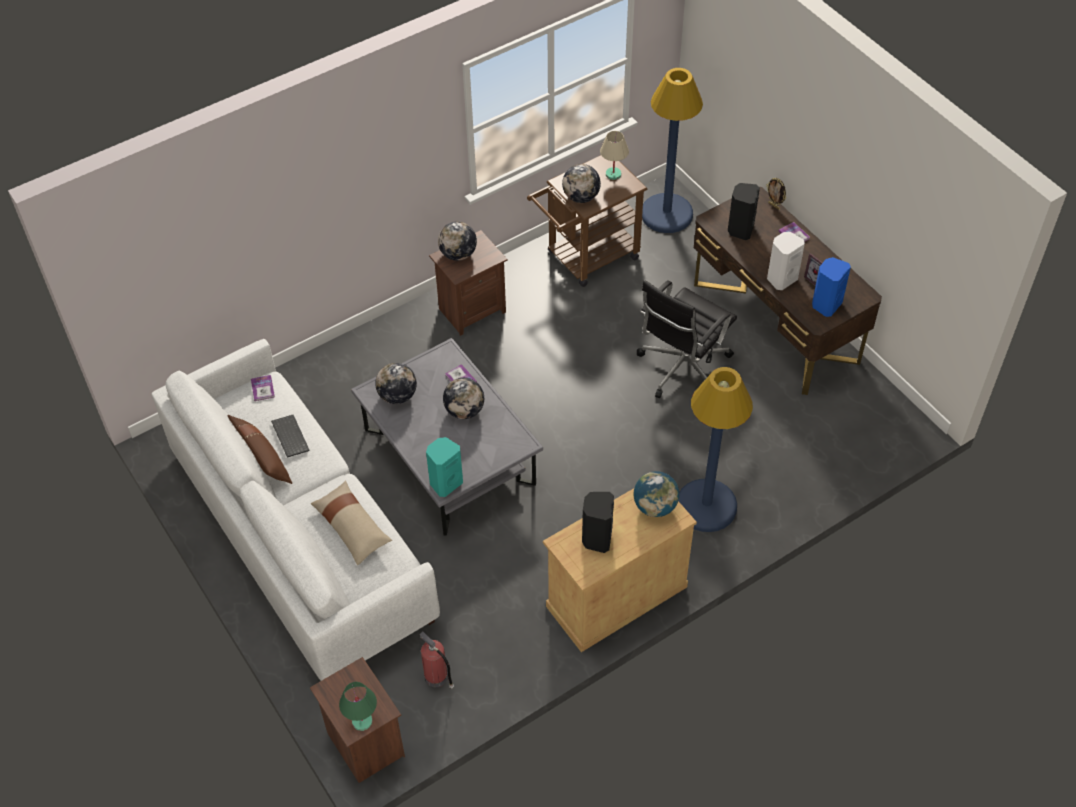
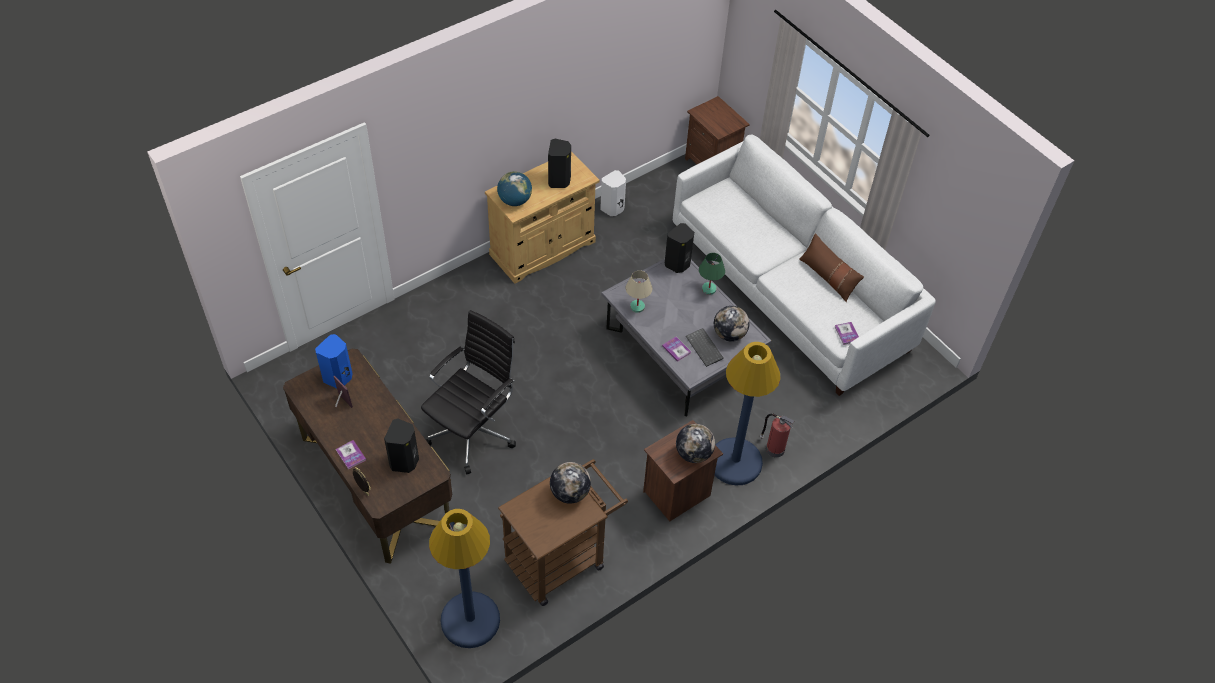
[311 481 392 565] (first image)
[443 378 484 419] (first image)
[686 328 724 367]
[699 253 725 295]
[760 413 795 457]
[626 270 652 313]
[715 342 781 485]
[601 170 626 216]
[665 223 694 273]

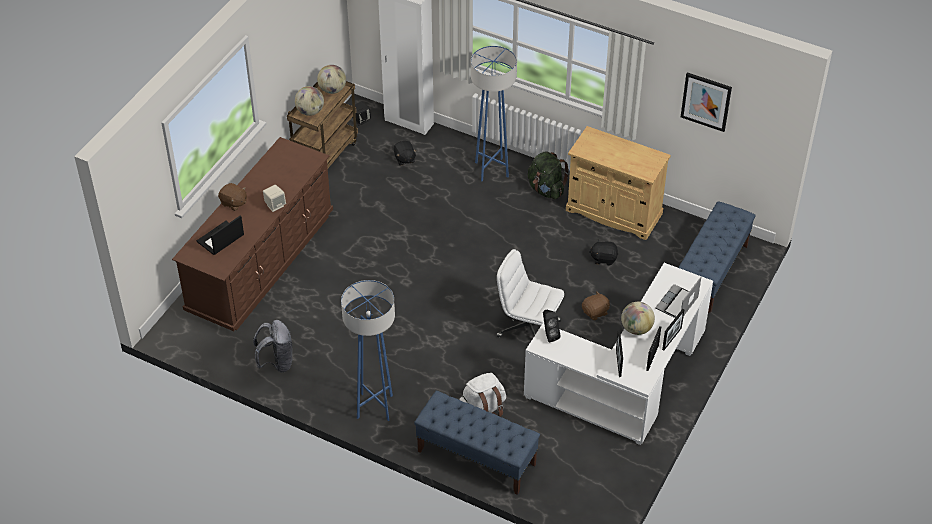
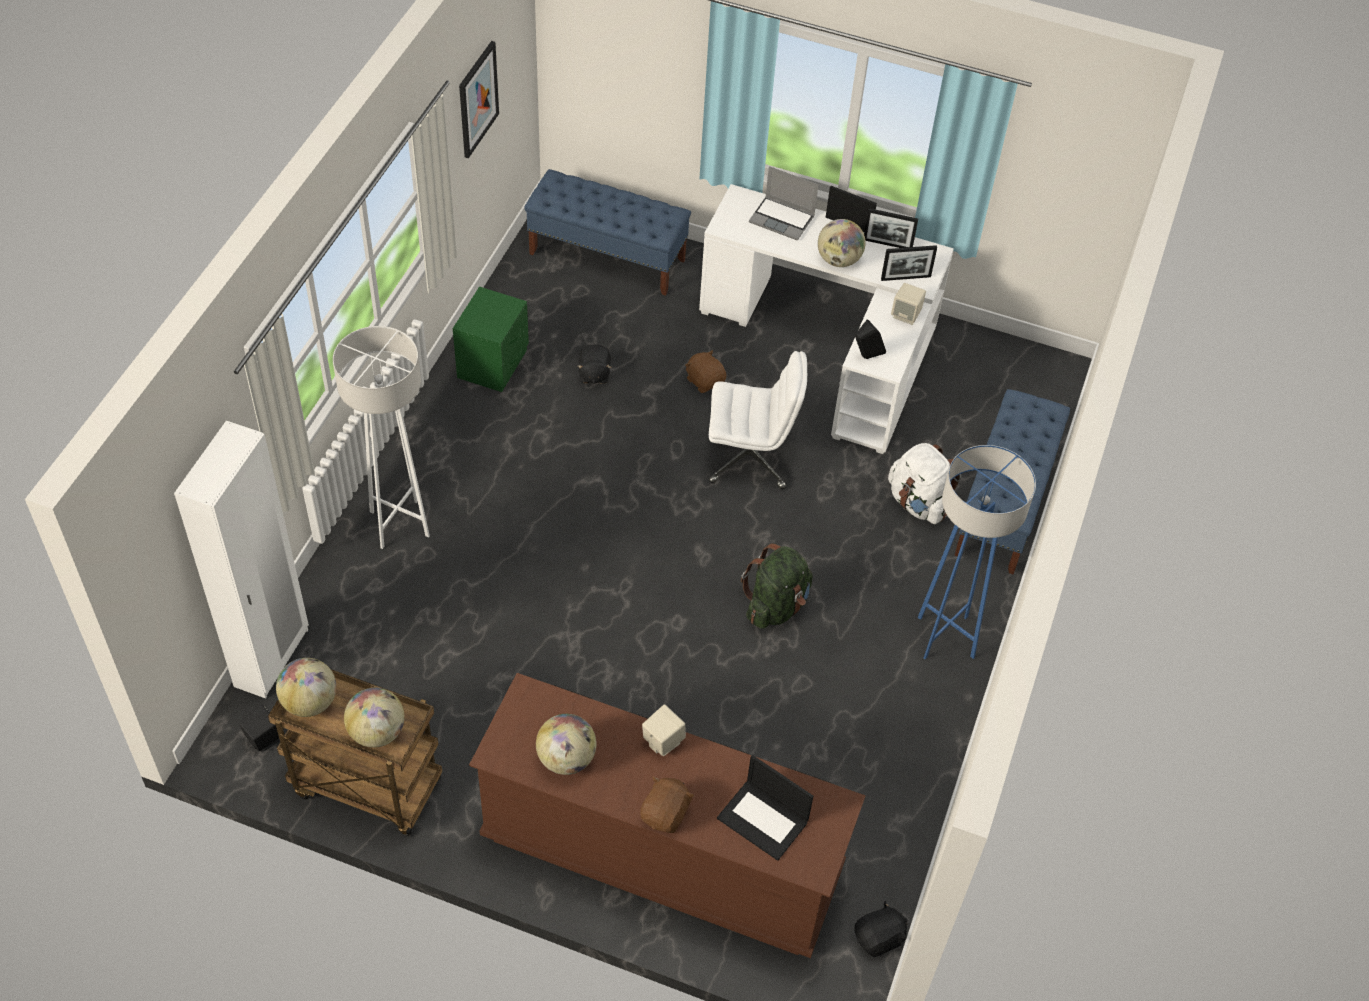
[253 320 292 373] (first image)
[536 714 596 775]
[891 283 926 325]
[854 901 908 957]
[741 543 813 629]
[453 287 529 392]
[333 326 430 549]
[709 351 807 489]

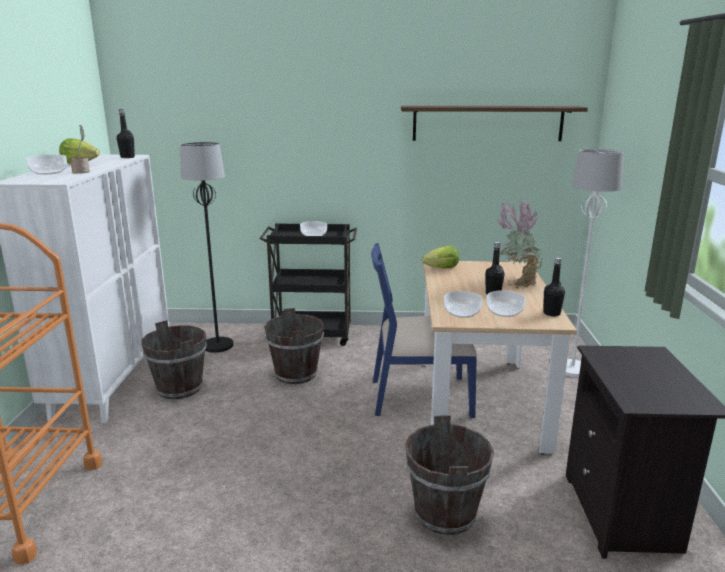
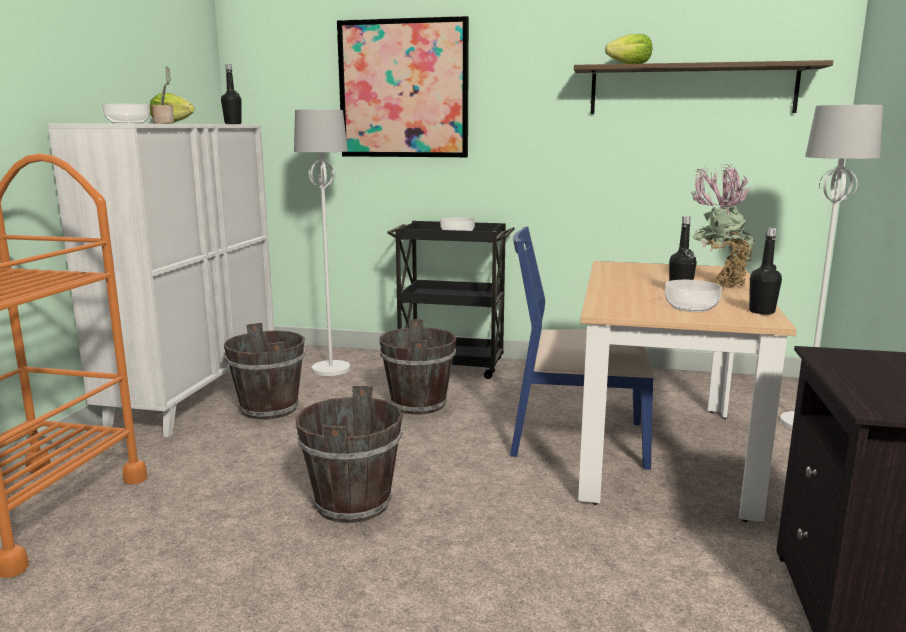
[444 291 483 318] (first image)
[337 16 469 157]
[295 386 403 523]
[605 34 652 64]
[294 109 350 376]

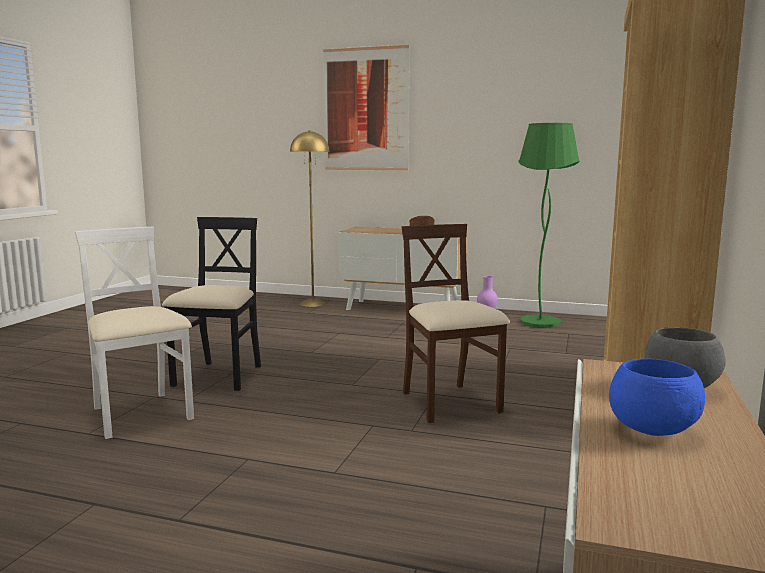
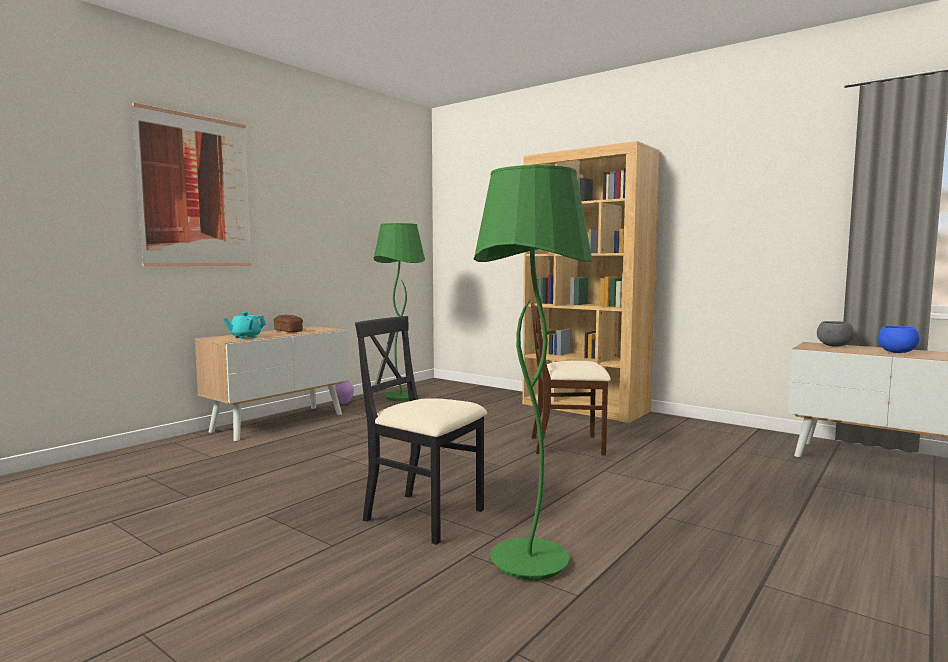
[290 130 329 307] (first image)
[223 312 266 339]
[474 165 592 580]

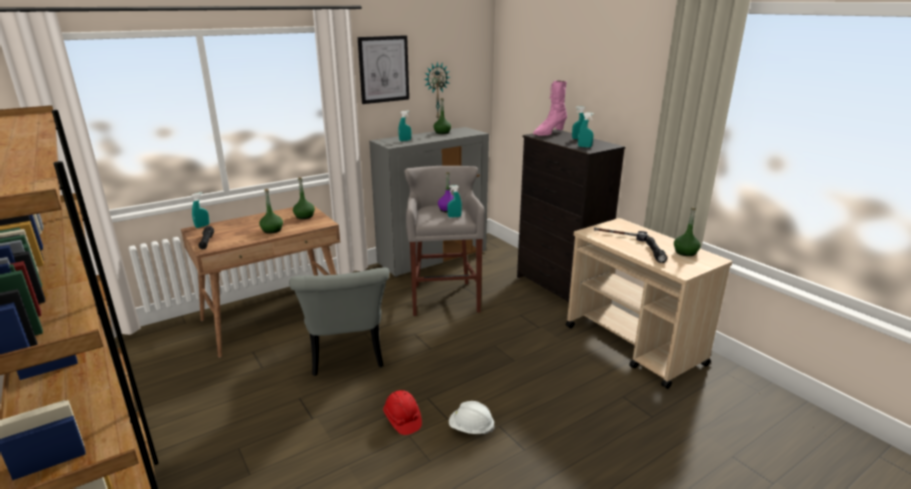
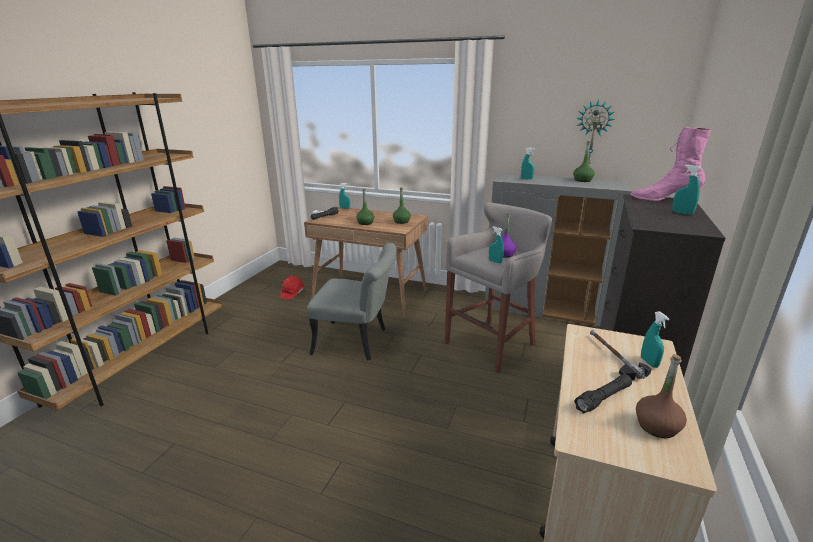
[358 35 409 104] (first image)
[449 401 495 434] (first image)
[280 276 304 300]
[641 311 669 368]
[636 354 687 438]
[307 243 397 360]

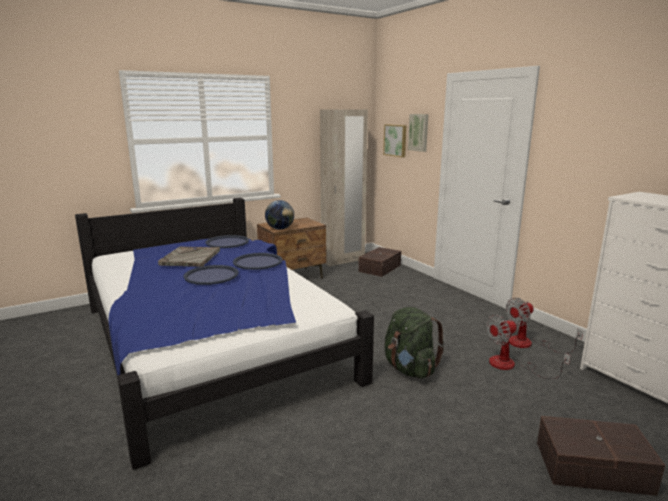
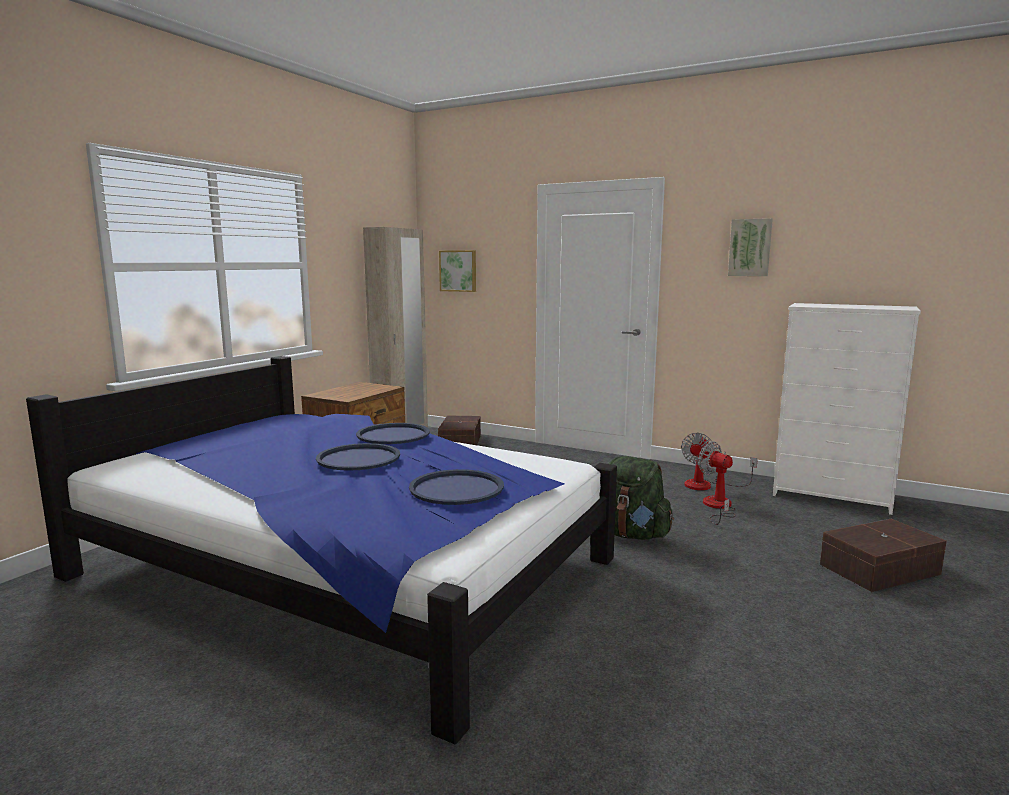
[158 246 220 267] (first image)
[265 200 294 230] (first image)
[409 469 504 505]
[728 218 773 276]
[698 441 736 525]

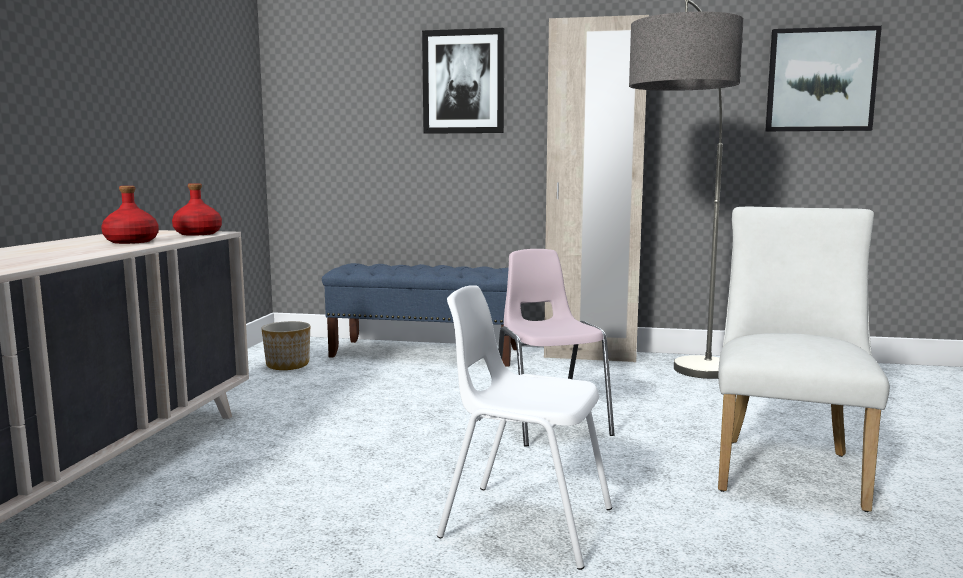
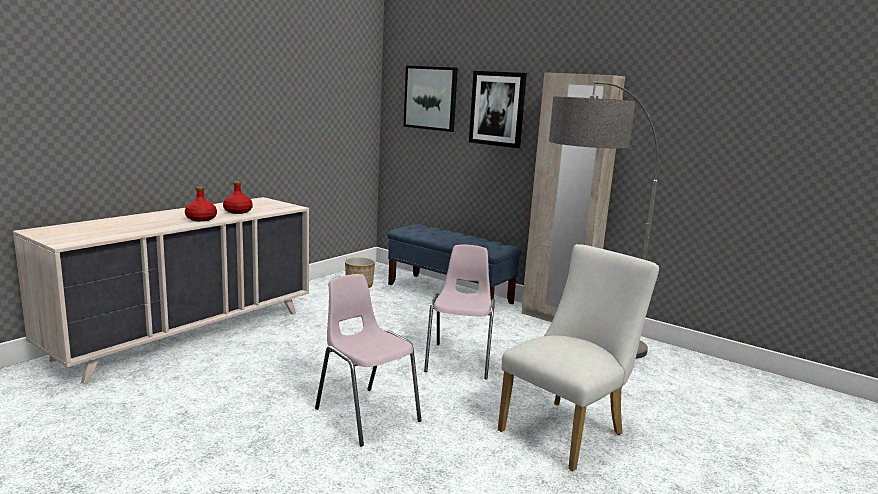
[185 187 217 221]
[403 66 458 132]
[315 274 422 446]

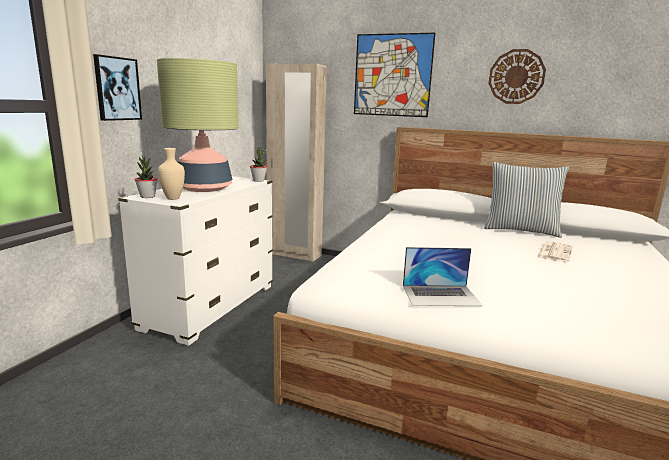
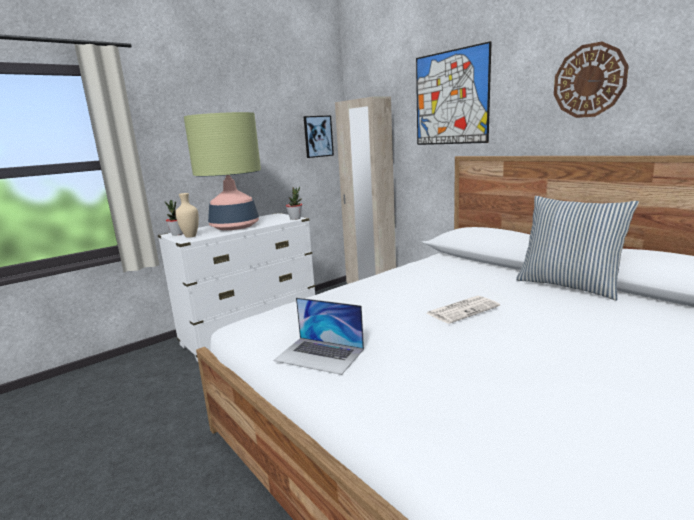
[303 115 334 158]
[427 296 500 324]

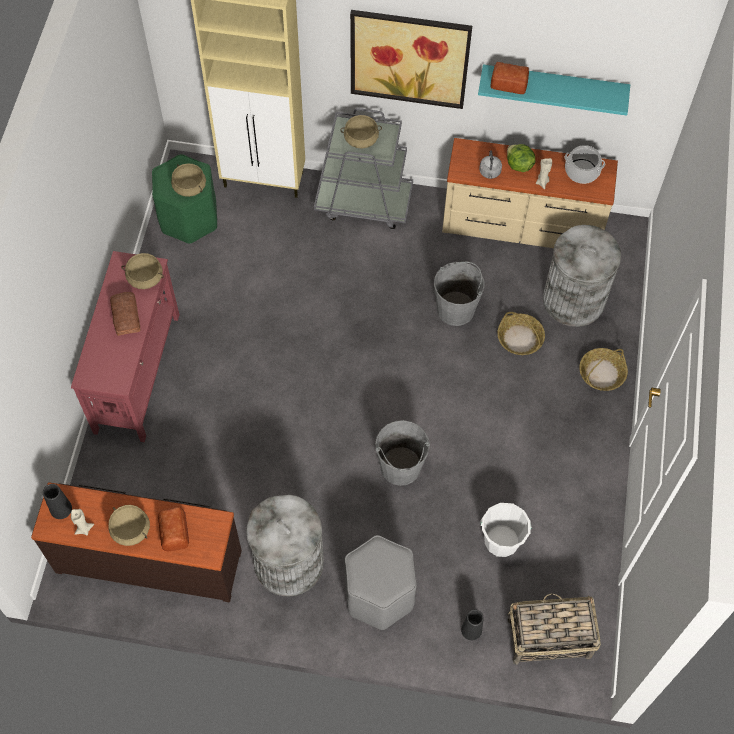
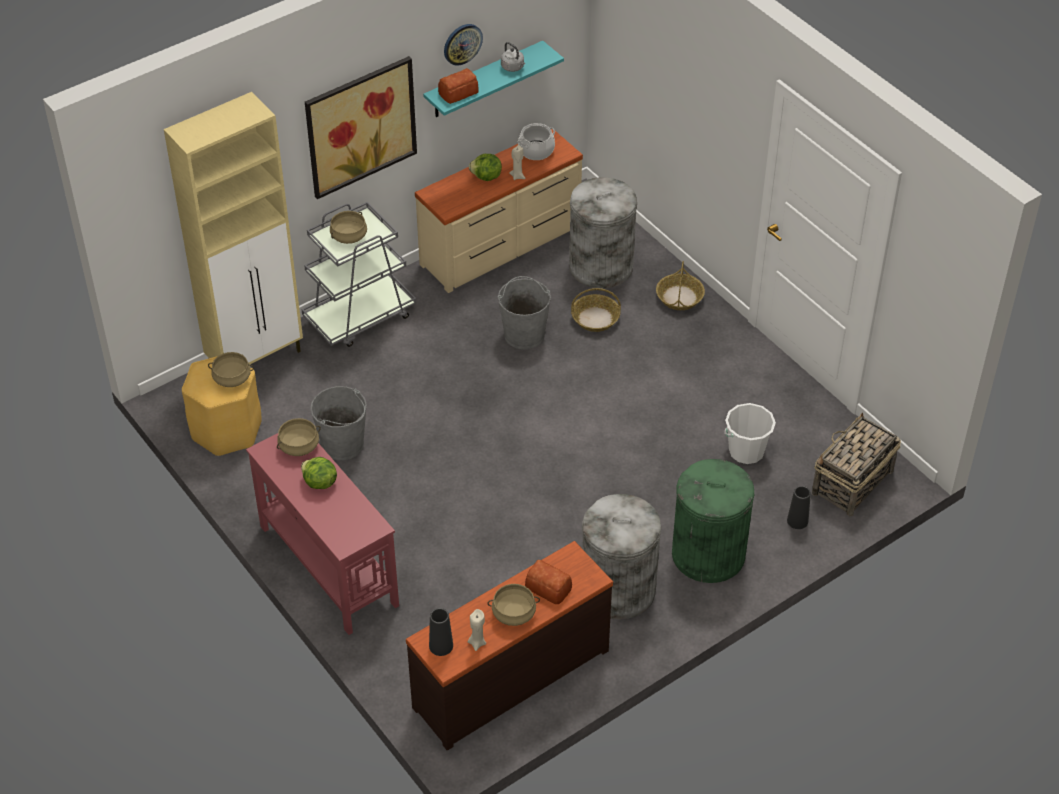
[444 24 483 65]
[311 386 367 460]
[501 42 525 72]
[301 457 337 489]
[672 459 754 583]
[182 356 262 456]

